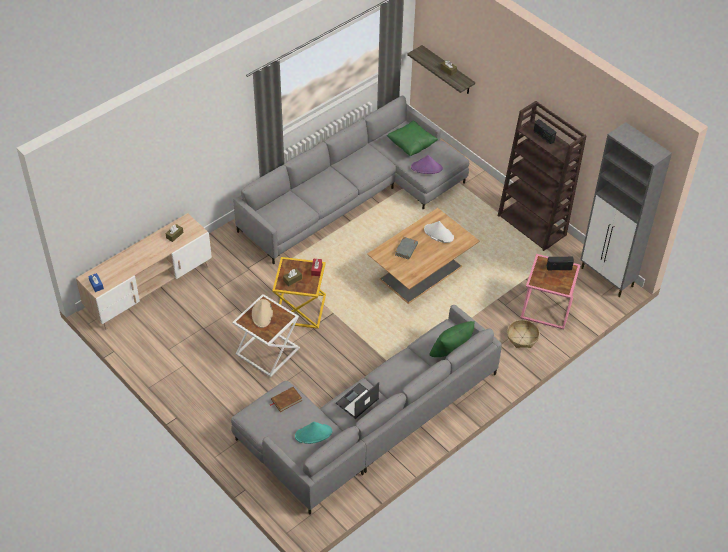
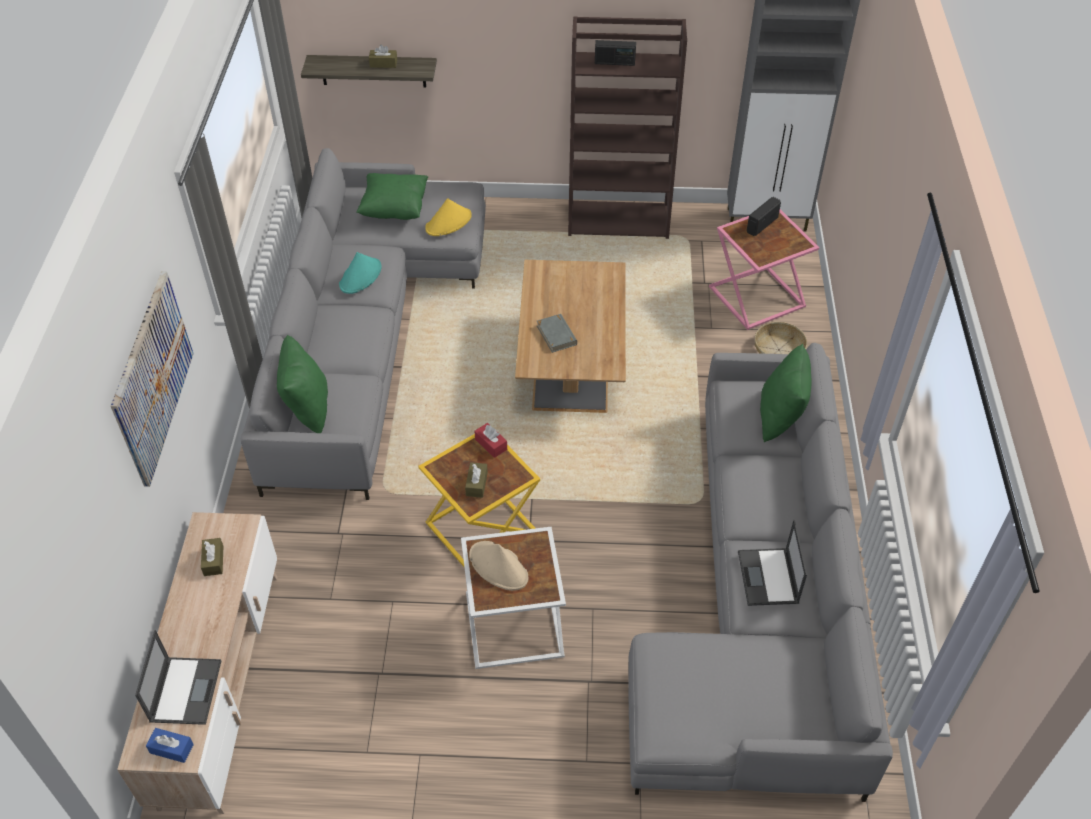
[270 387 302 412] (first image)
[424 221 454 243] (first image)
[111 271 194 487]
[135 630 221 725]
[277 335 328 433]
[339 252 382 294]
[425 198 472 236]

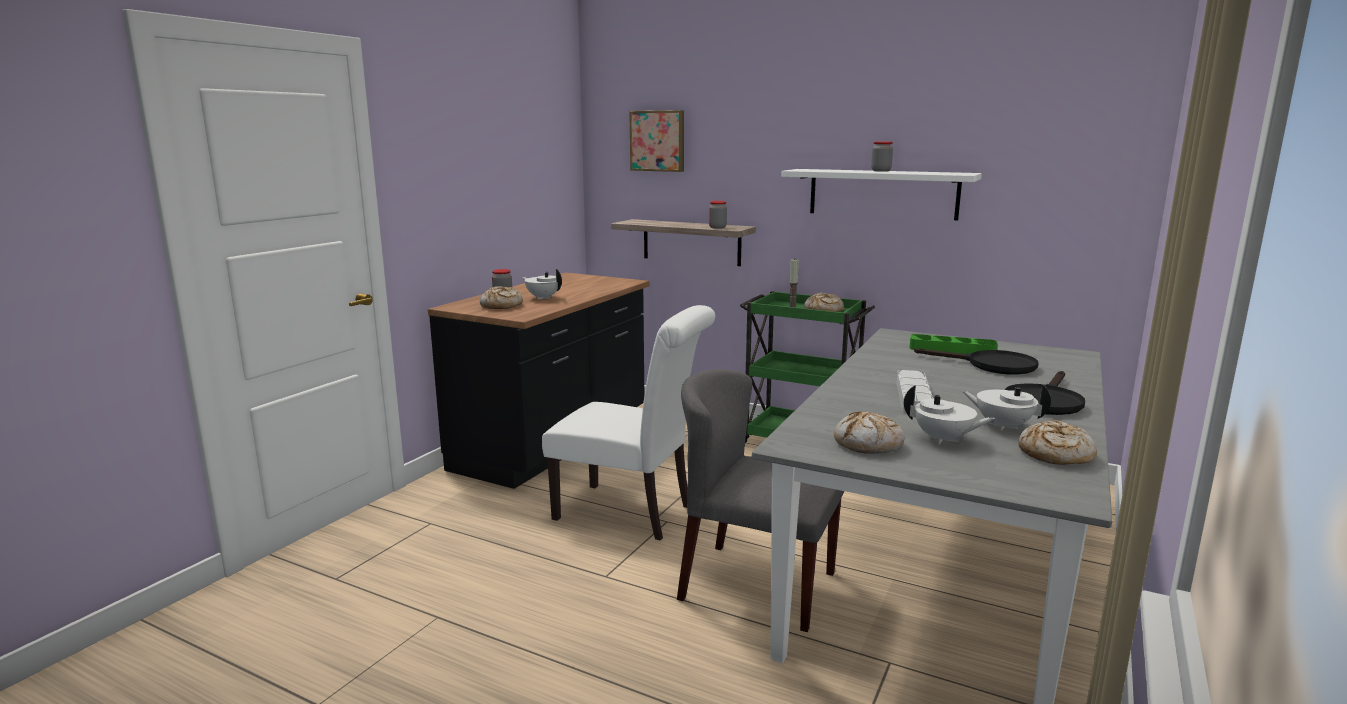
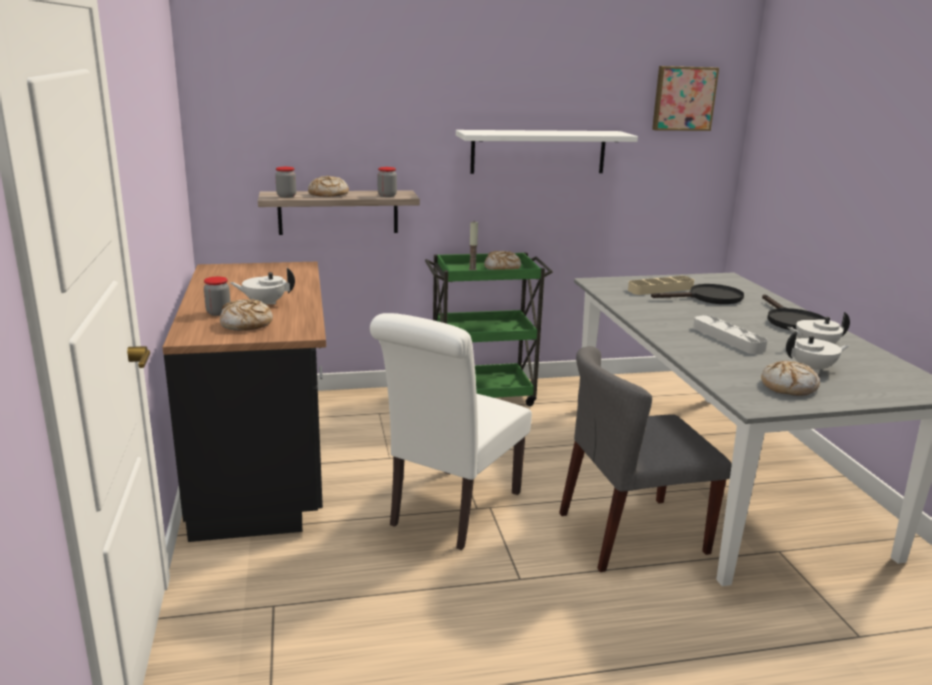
[652 66 719 131]
[275 167 296 198]
[308 176 349 197]
[628 276 694 295]
[370 313 532 550]

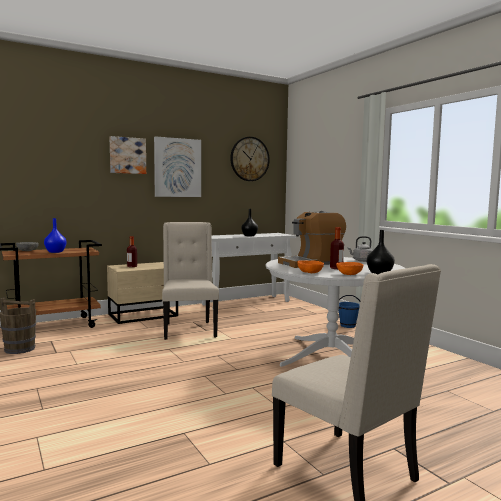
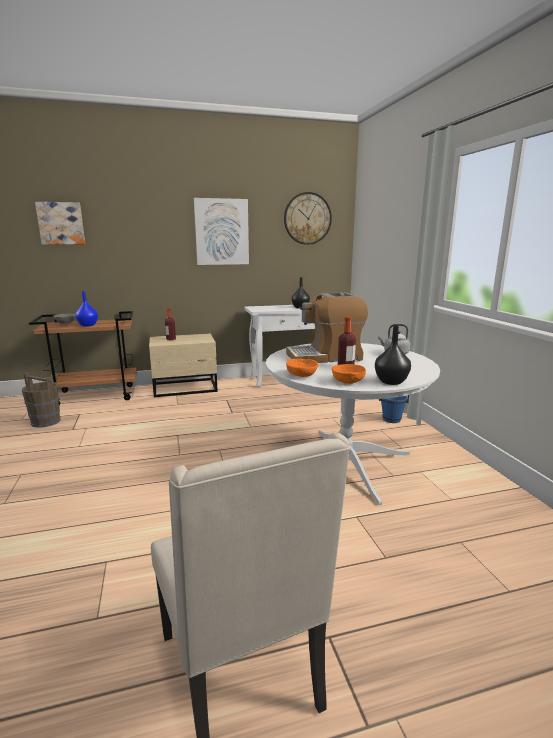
[162 222 219 340] (first image)
[35 202 85 245]

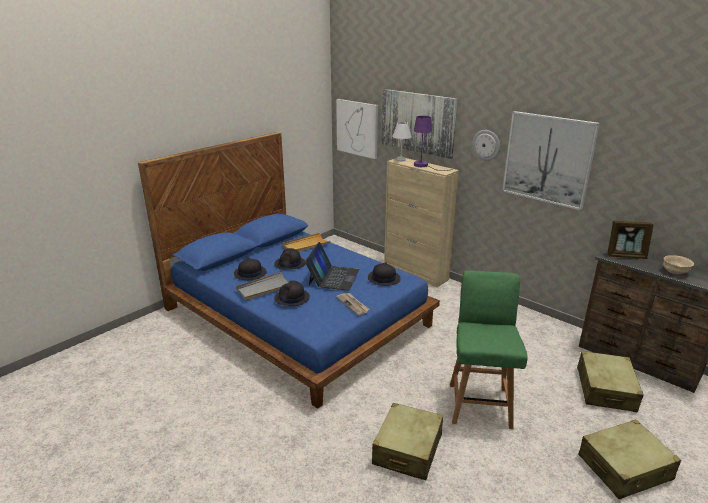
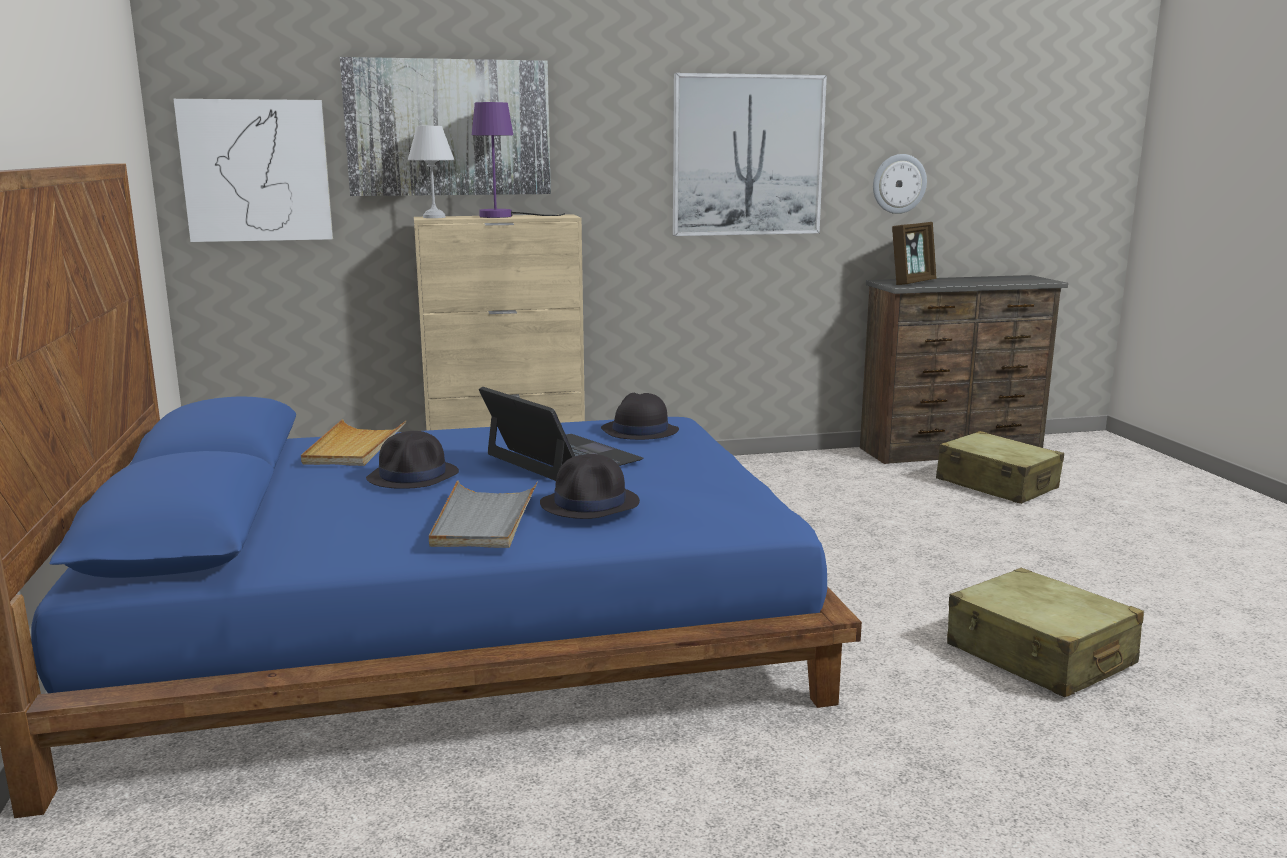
[234 258 267 280] (first image)
[336 293 369 315] (first image)
[450 271 528 429] (first image)
[578 419 681 499] (first image)
[663 255 694 274] (first image)
[873 154 927 214]

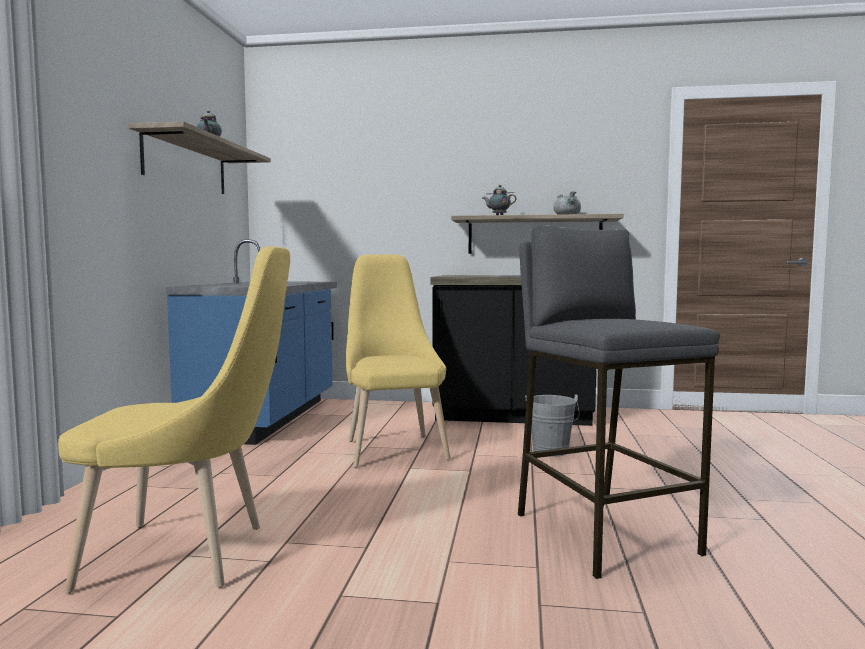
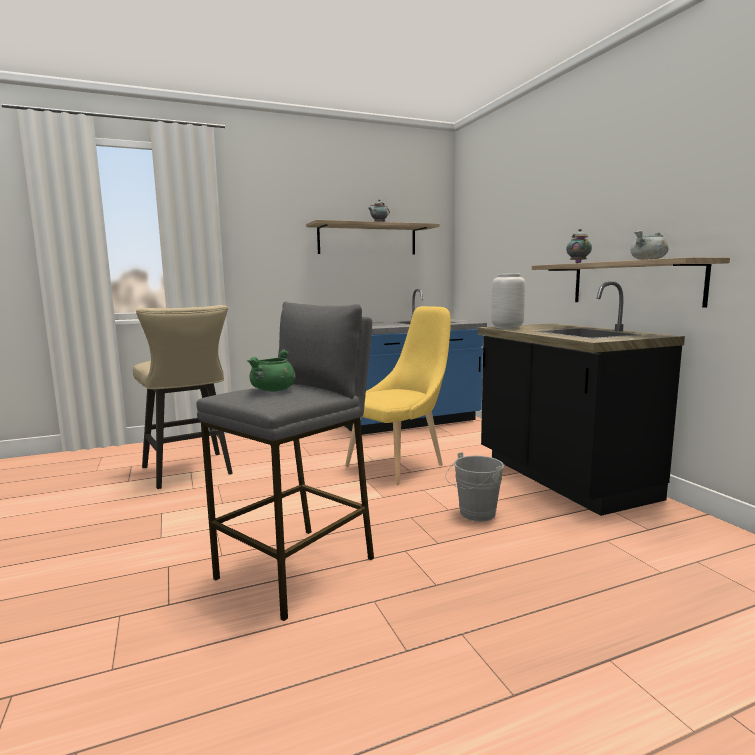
[248 350 296 391]
[491 274 525 329]
[133 305 233 489]

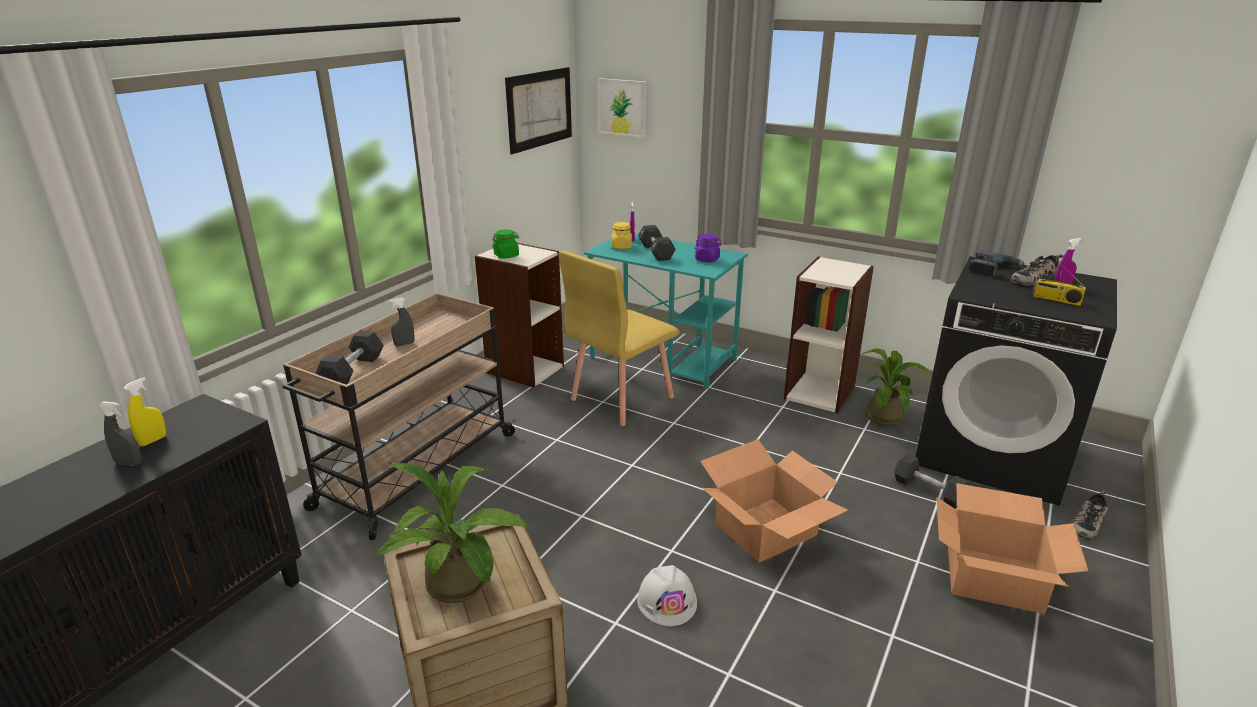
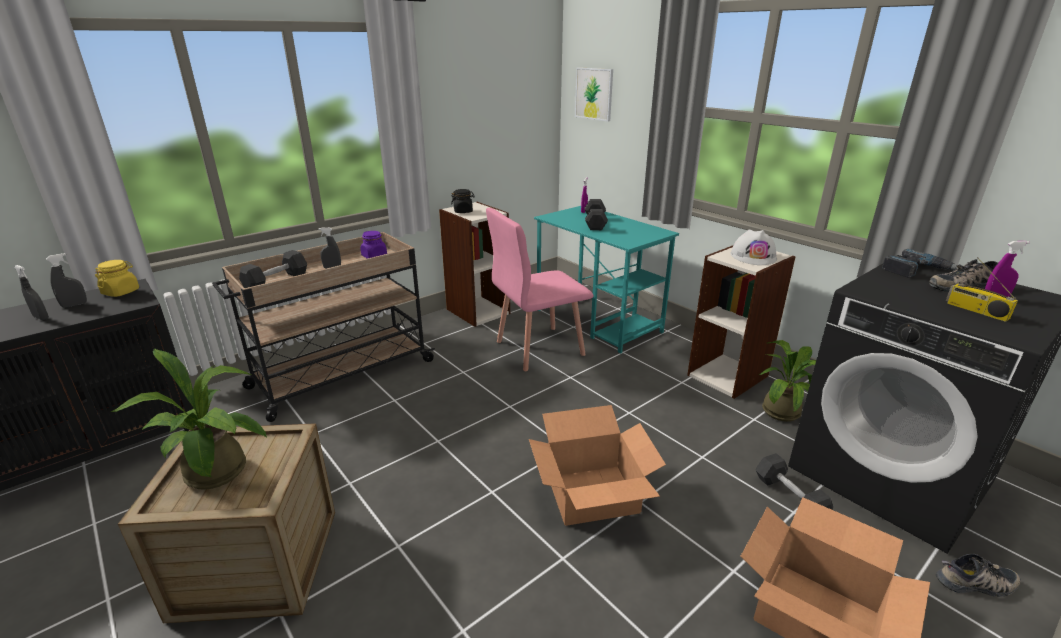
[505 67 572 154] (first image)
[95 260 139 297]
[730 230 777 265]
[360 231 387 259]
[46 253 87 308]
[451 189 475 213]
[486 208 594 371]
[936 554 1021 597]

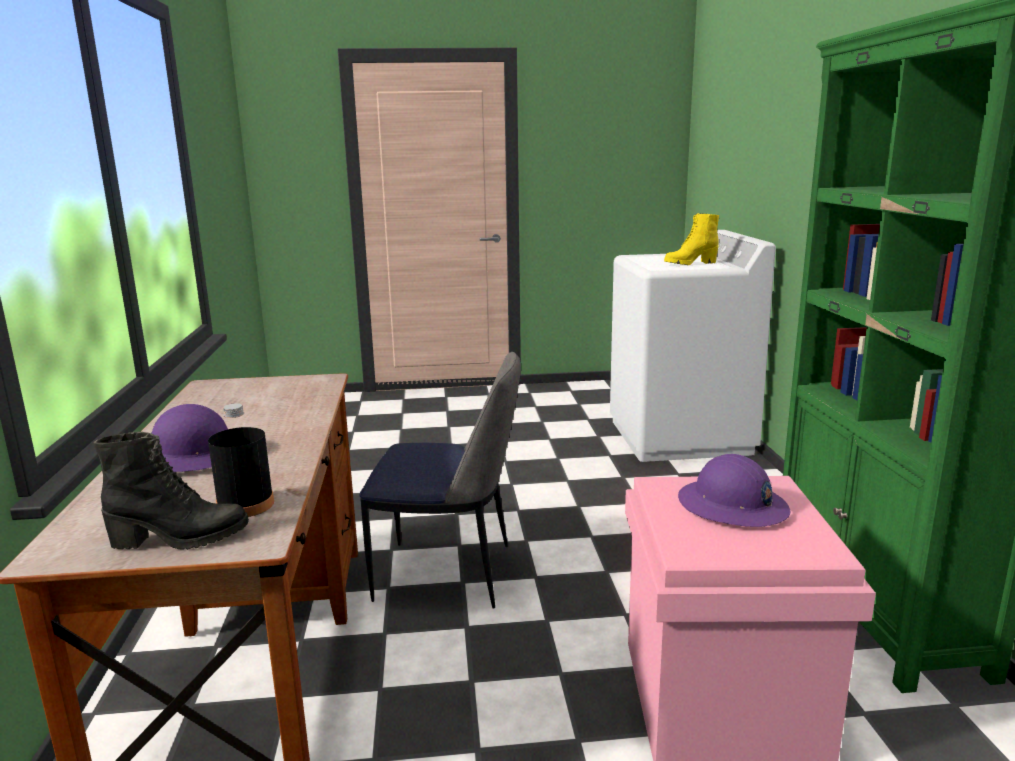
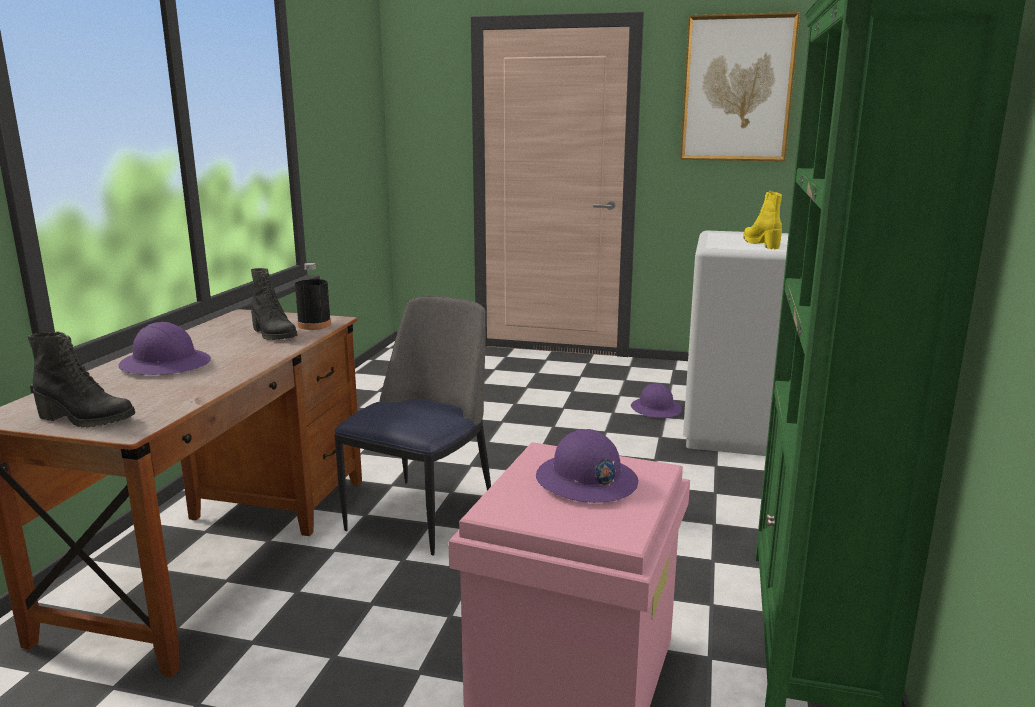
[251 268 297 340]
[631 383 682 418]
[680 12 800 161]
[295 263 331 330]
[335 296 491 555]
[743 191 782 249]

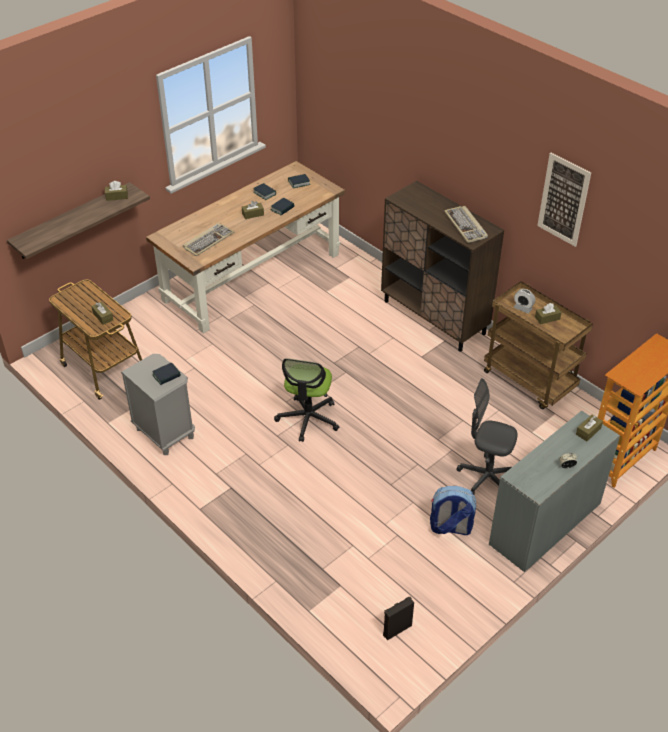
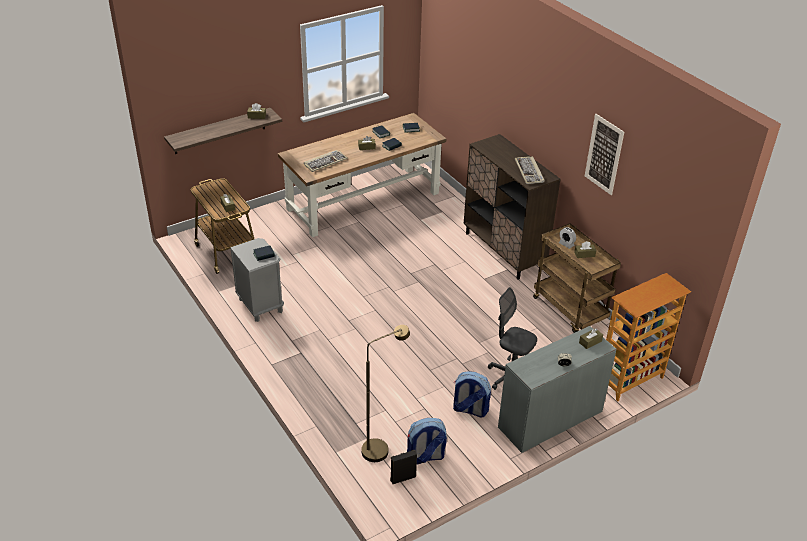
[274 358 339 442] (first image)
[362 325 410 462]
[407 418 447 464]

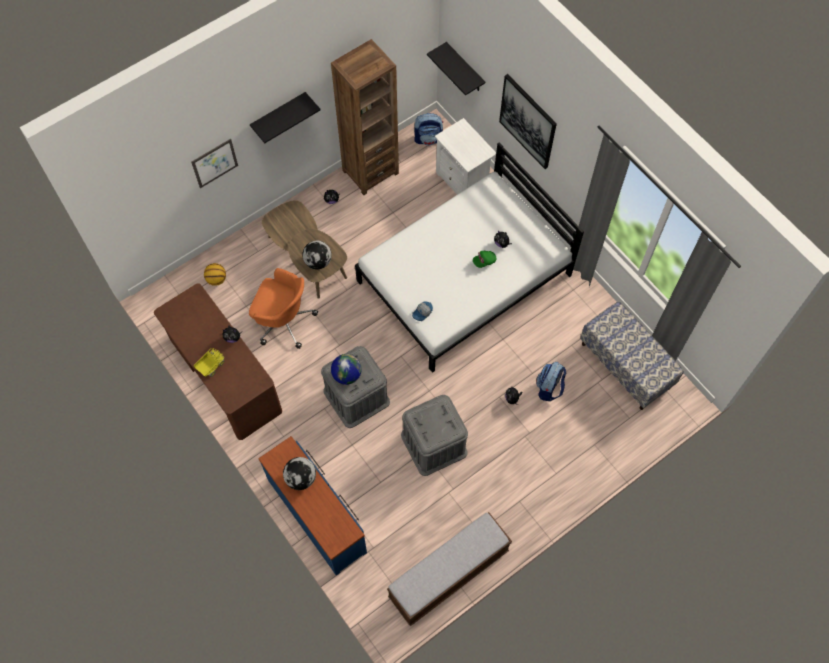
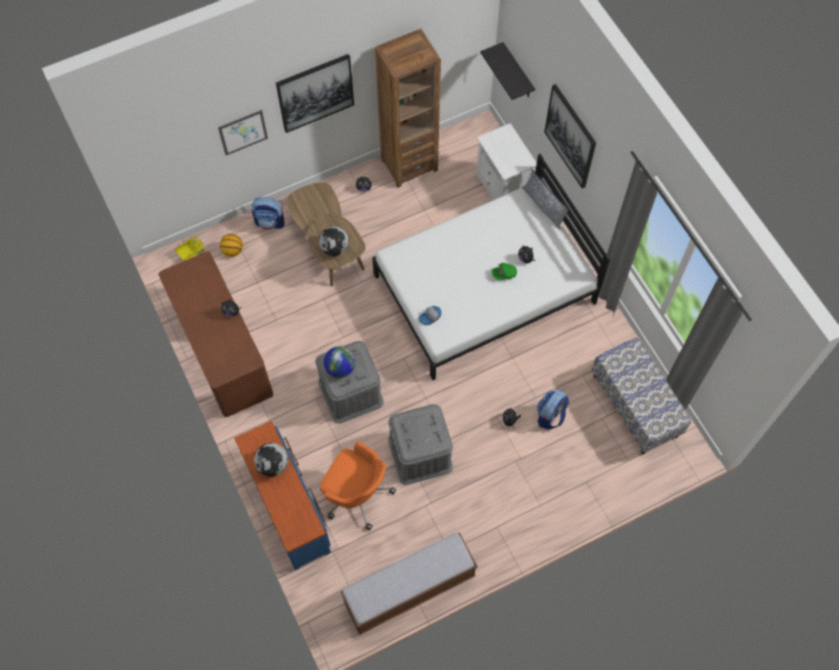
[522 169 568 229]
[175 237 204 261]
[320 442 396 530]
[251 197 284 230]
[276 54 354 133]

